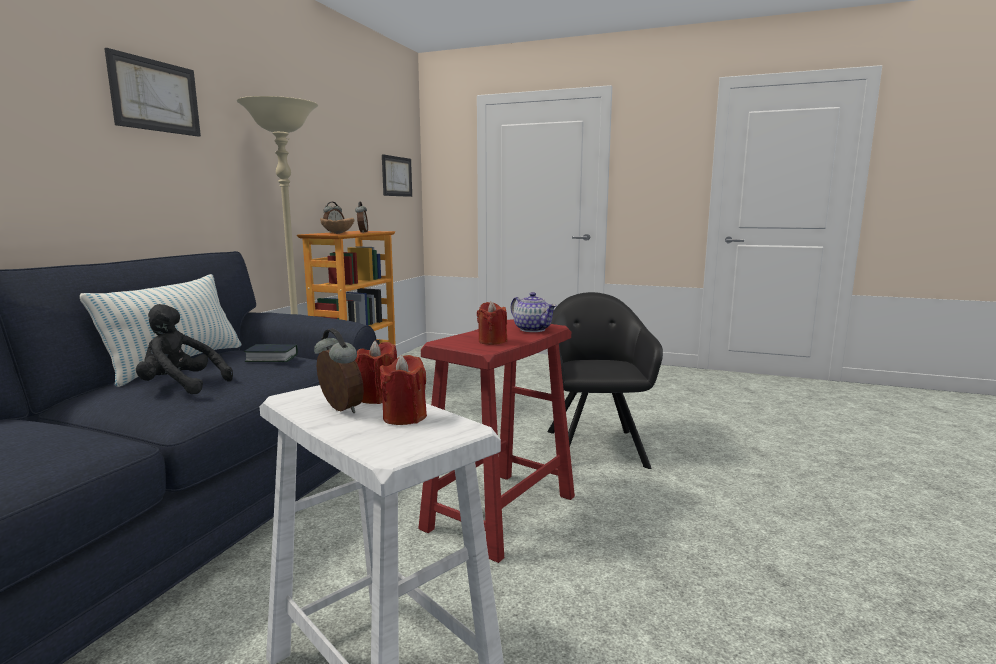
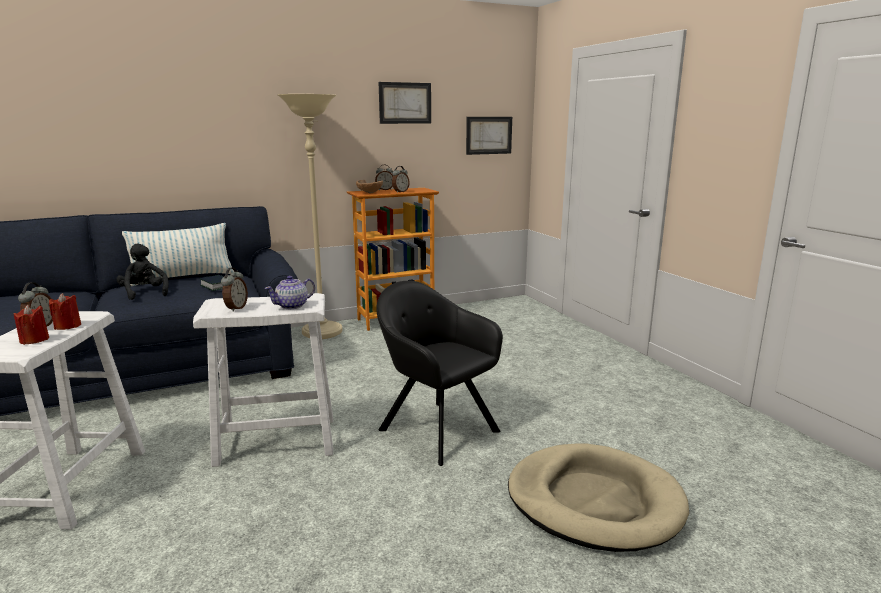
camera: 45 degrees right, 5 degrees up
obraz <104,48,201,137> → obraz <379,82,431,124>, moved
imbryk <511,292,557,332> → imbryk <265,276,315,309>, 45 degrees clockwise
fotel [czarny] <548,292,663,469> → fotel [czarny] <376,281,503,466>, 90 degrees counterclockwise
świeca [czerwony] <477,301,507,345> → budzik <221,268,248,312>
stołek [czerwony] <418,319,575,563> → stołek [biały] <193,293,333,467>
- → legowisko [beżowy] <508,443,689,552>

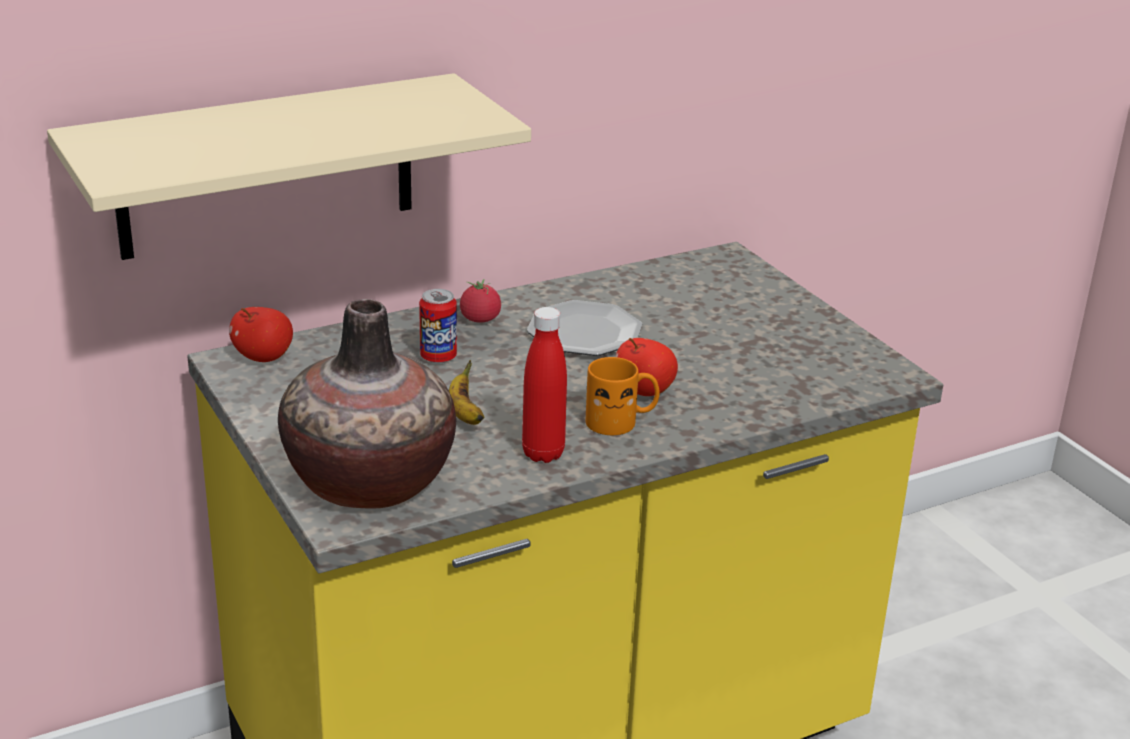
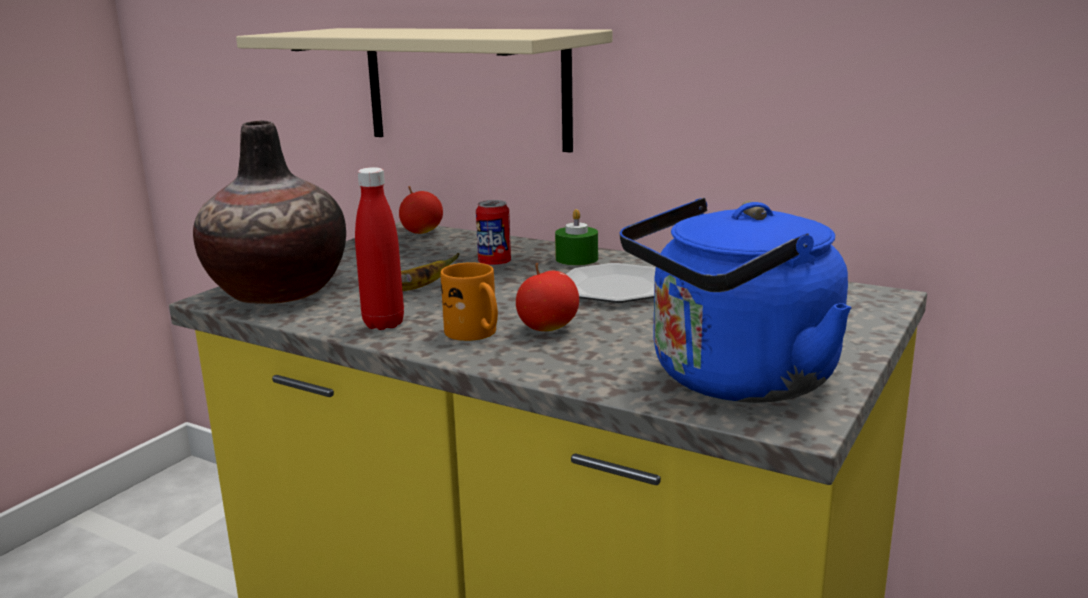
camera: 60 degrees right, 10 degrees down
pomidor <460,279,501,323> → świeca [zielony] <555,209,598,265>
- → czajnik [niebieski] <620,198,852,403>

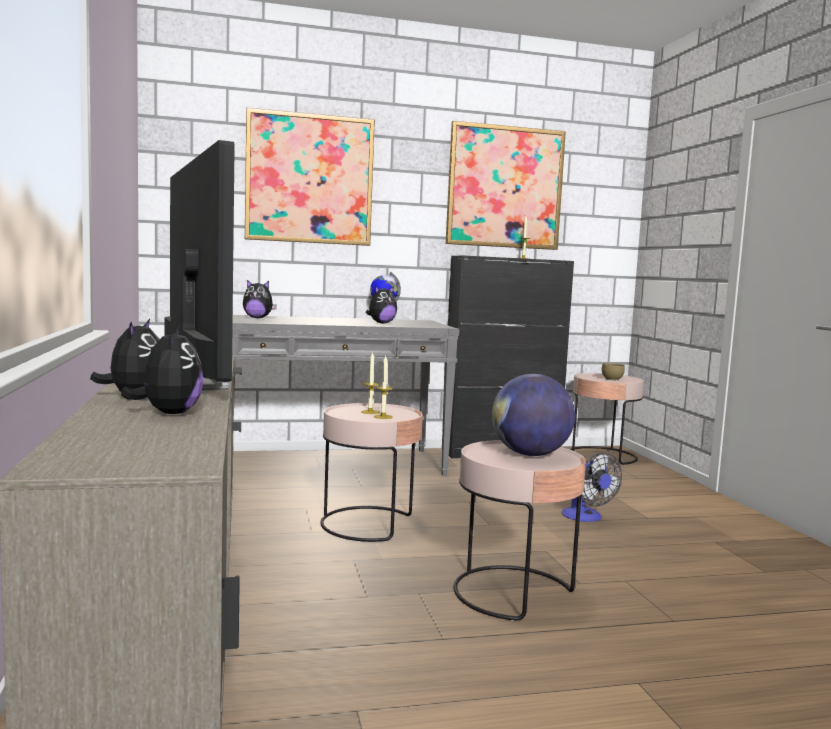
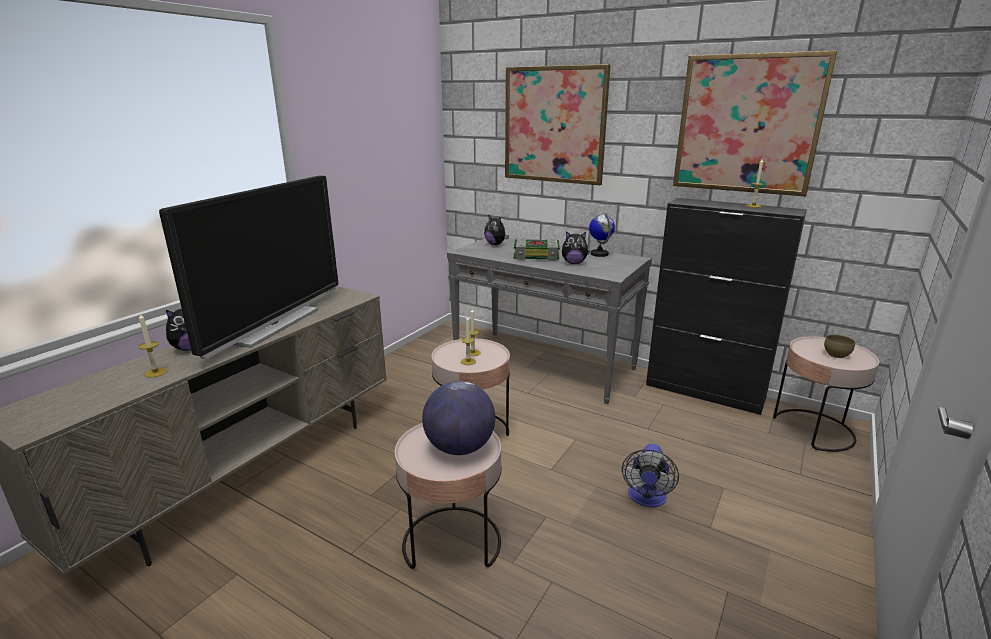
camera: 45 degrees right, 15 degrees up
pluszak <121,326,203,414> → świeca <139,314,167,377>
- → książka <514,239,560,260>

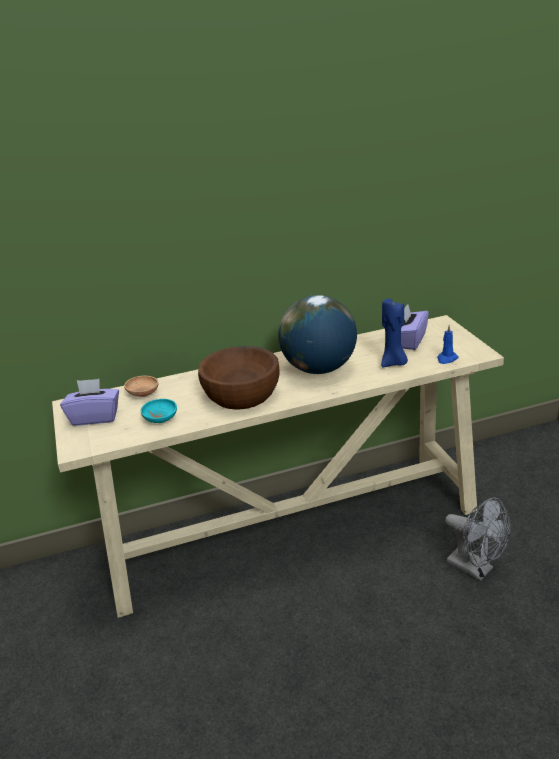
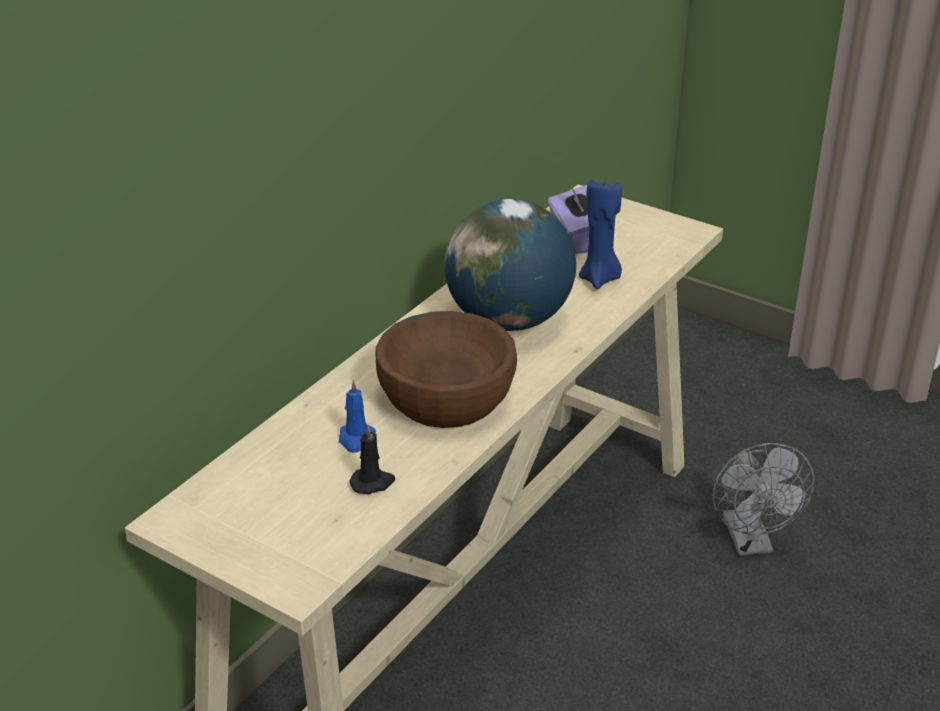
camera: 40 degrees left, 5 degrees up
świeca [niebieski] <437,325,459,364> → świeca [niebieski] <339,380,376,453>, moved
miska [brązowy] <124,376,159,397> → -
pudełko chusteczek [fioletowy] <60,379,119,426> → -
miska [turkusowy] <140,399,177,423> → świeca [czarny] <349,424,395,494>
wentylator [szary] <445,497,511,581> → wentylator [szary] <712,443,814,556>, 75 degrees clockwise

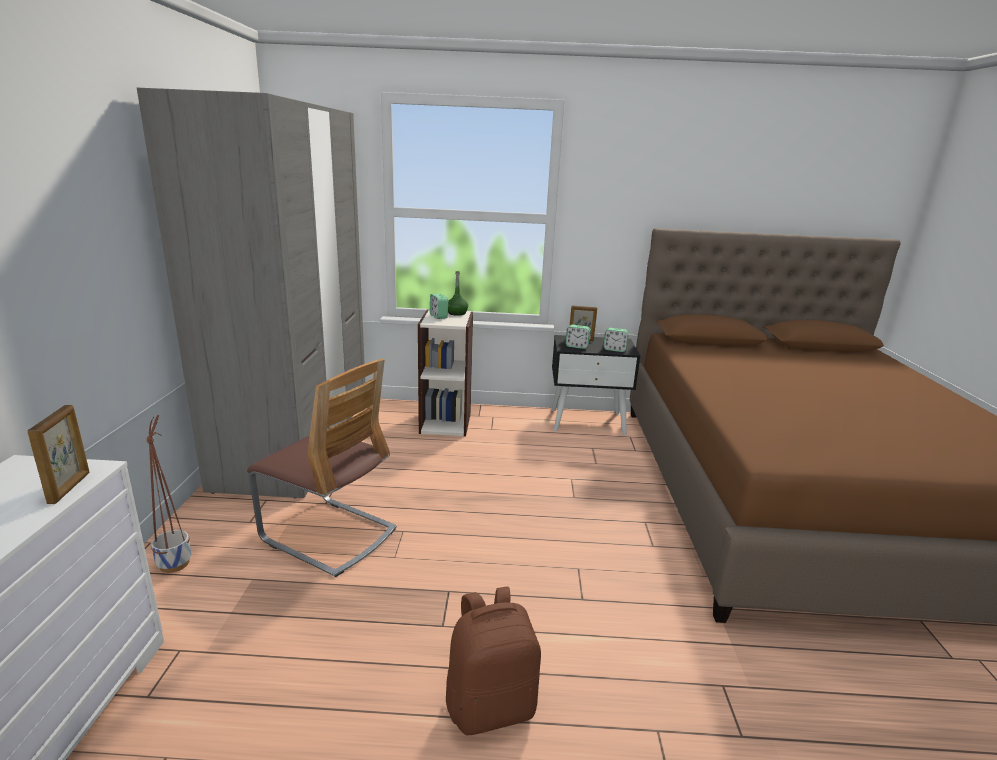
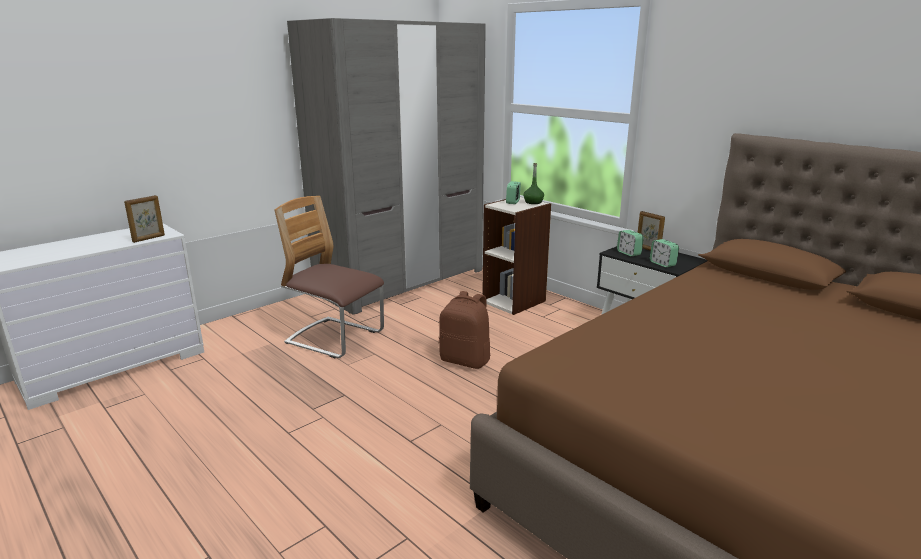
camera: 45 degrees right, 0 degrees up
krzesło <247,358,397,577> → krzesło <275,196,384,358>, 135 degrees clockwise
donica <146,415,192,573> → -
plecak [brązowy] <446,587,541,735> → plecak [brązowy] <439,291,491,369>, moved

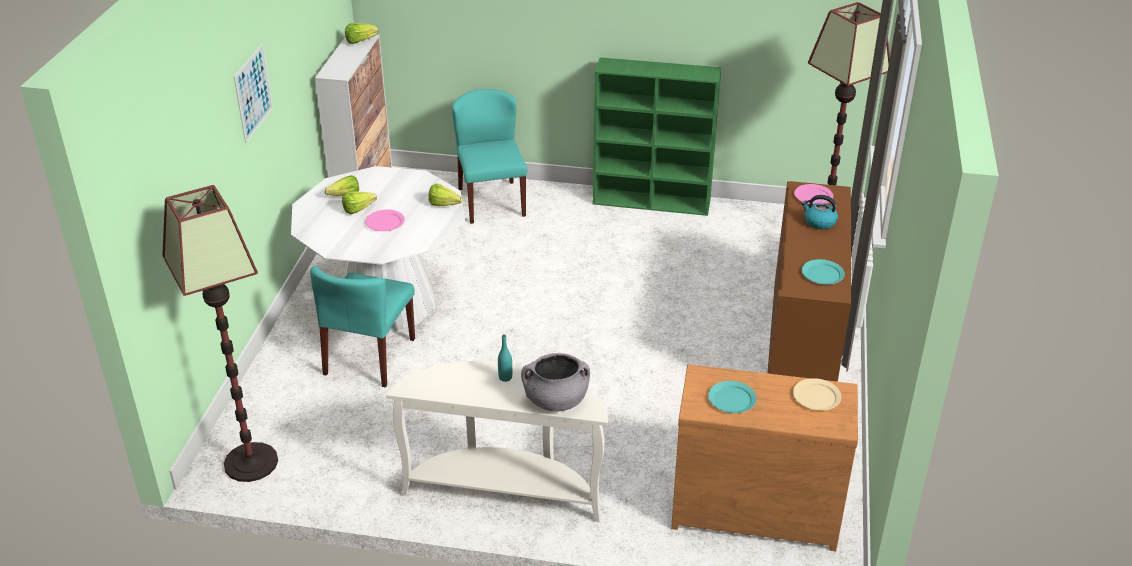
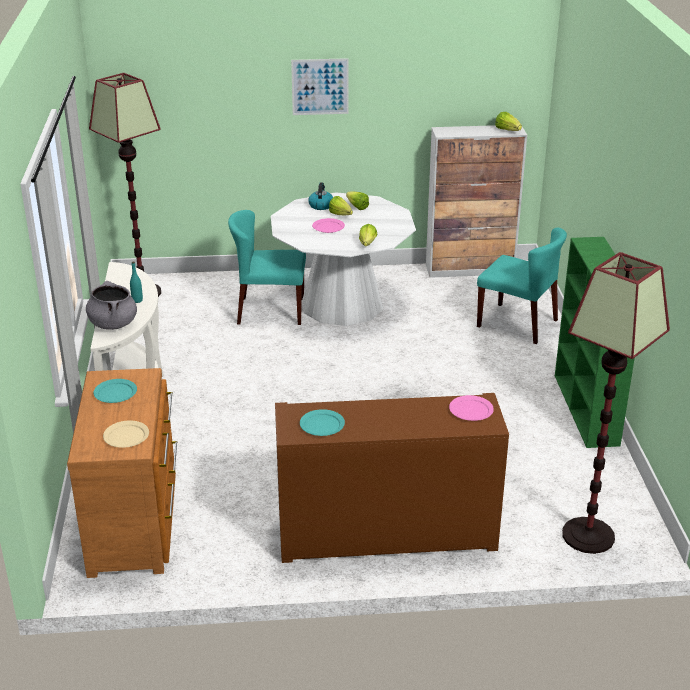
camera: 75 degrees right, 5 degrees down
krzesło [turkusowy] <452,89,527,224> → krzesło [turkusowy] <477,227,567,344>, 60 degrees clockwise
czajnik <801,195,838,229> → czajnik <308,182,333,210>, moved

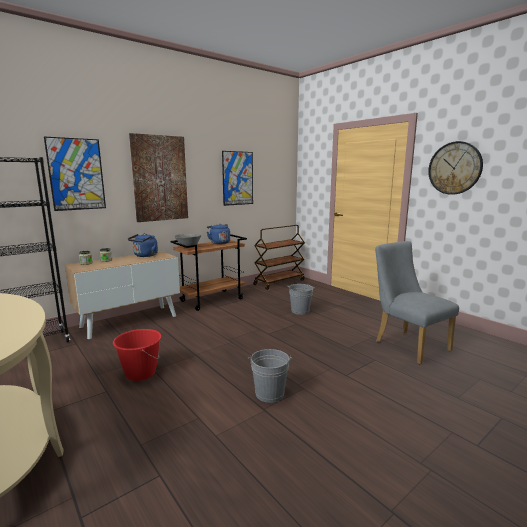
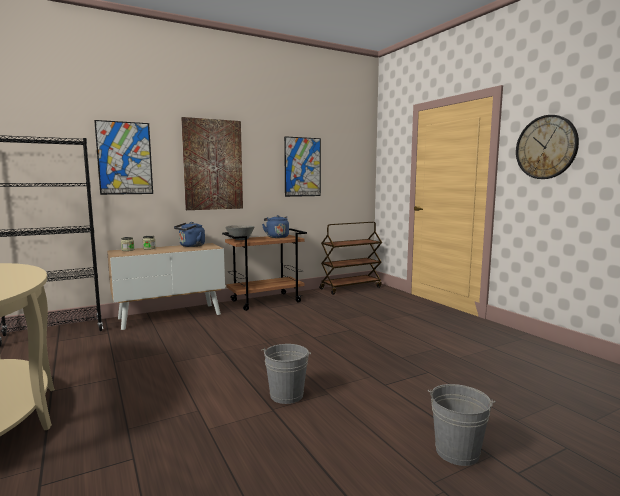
camera: 10 degrees right, 5 degrees down
krzesło [szary] <375,241,459,364> → -
wiadro [szary] <288,284,315,315> → wiadro [szary] <428,384,496,466>, moved
wiadro [czerwony] <113,329,162,381> → -

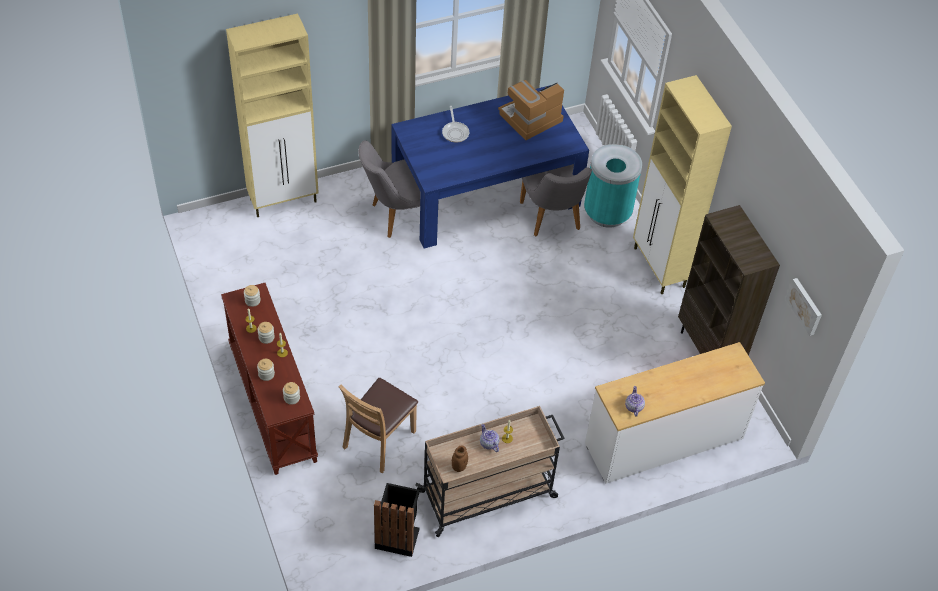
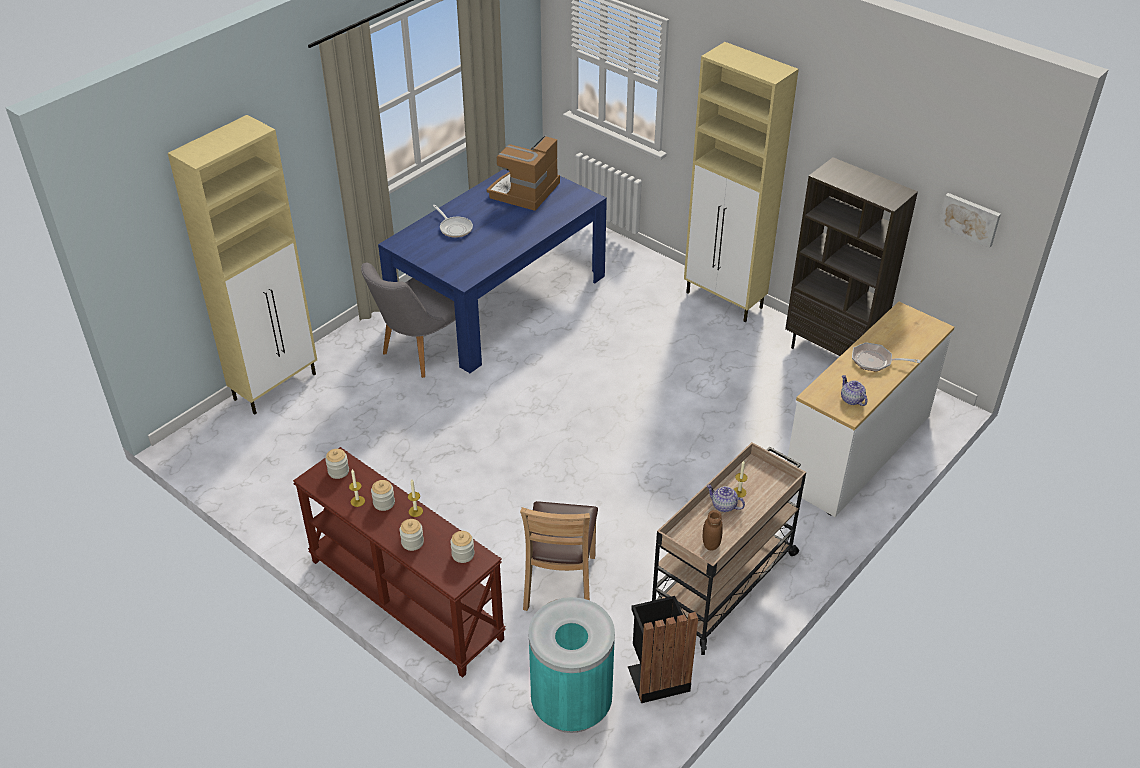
camera: 25 degrees left, 10 degrees down
kosz na śmieci [turkusowy] <584,144,642,228> → kosz na śmieci [turkusowy] <528,597,615,733>, moved
krzesło [szary] <520,164,592,236> → -
- → patelnia <852,342,921,372>

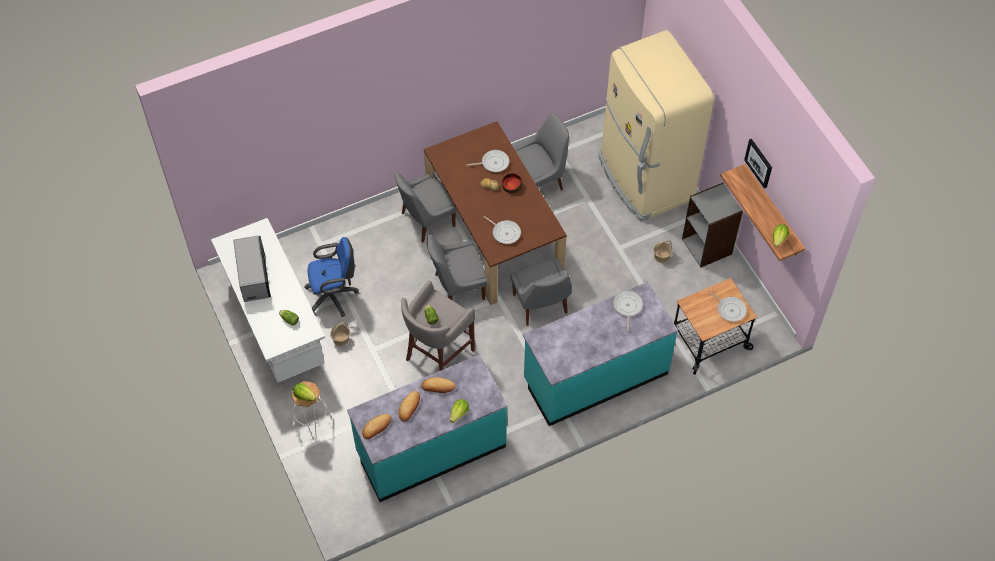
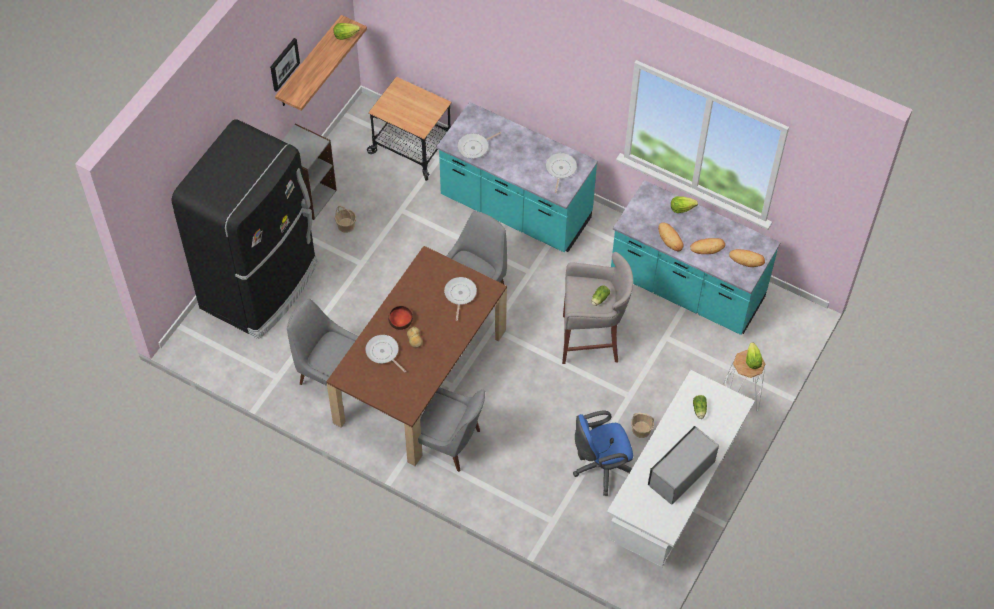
camera: 125 degrees left, 0 degrees up
lodówka [beżowy] <598,30,714,222> → lodówka [czarny] <172,119,317,339>
krzesło [szary] <427,234,487,300> → -
krzesło biurowe [niebieski] <305,237,359,317> → krzesło biurowe [niebieski] <573,411,633,496>, 60 degrees counterclockwise
patelnia <708,290,747,322> → patelnia <546,153,577,193>, moved

